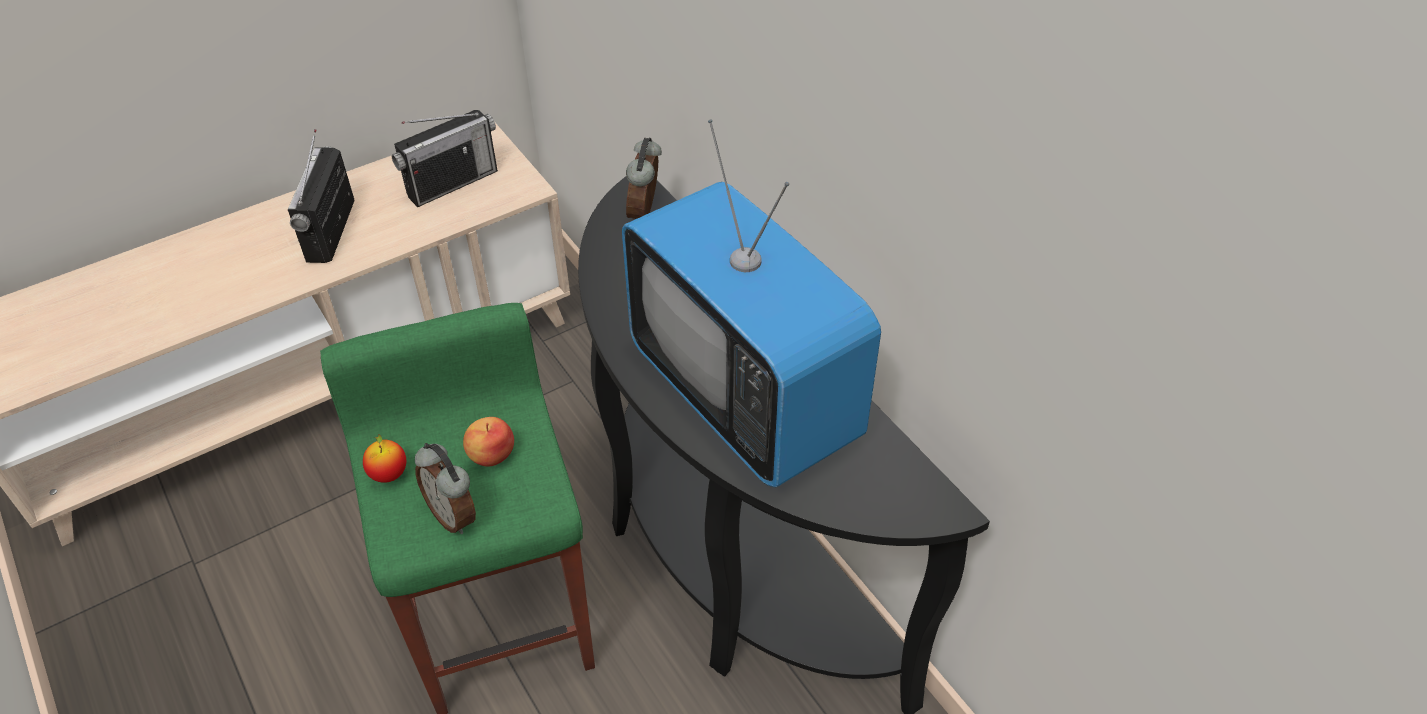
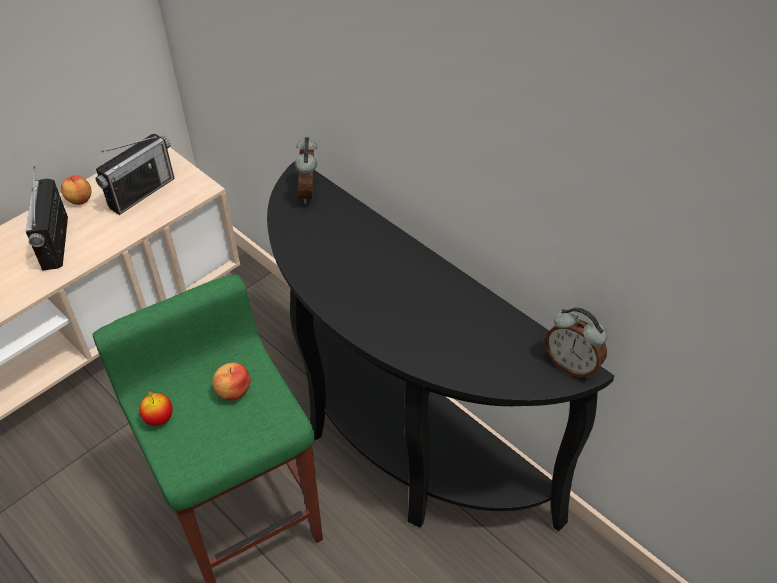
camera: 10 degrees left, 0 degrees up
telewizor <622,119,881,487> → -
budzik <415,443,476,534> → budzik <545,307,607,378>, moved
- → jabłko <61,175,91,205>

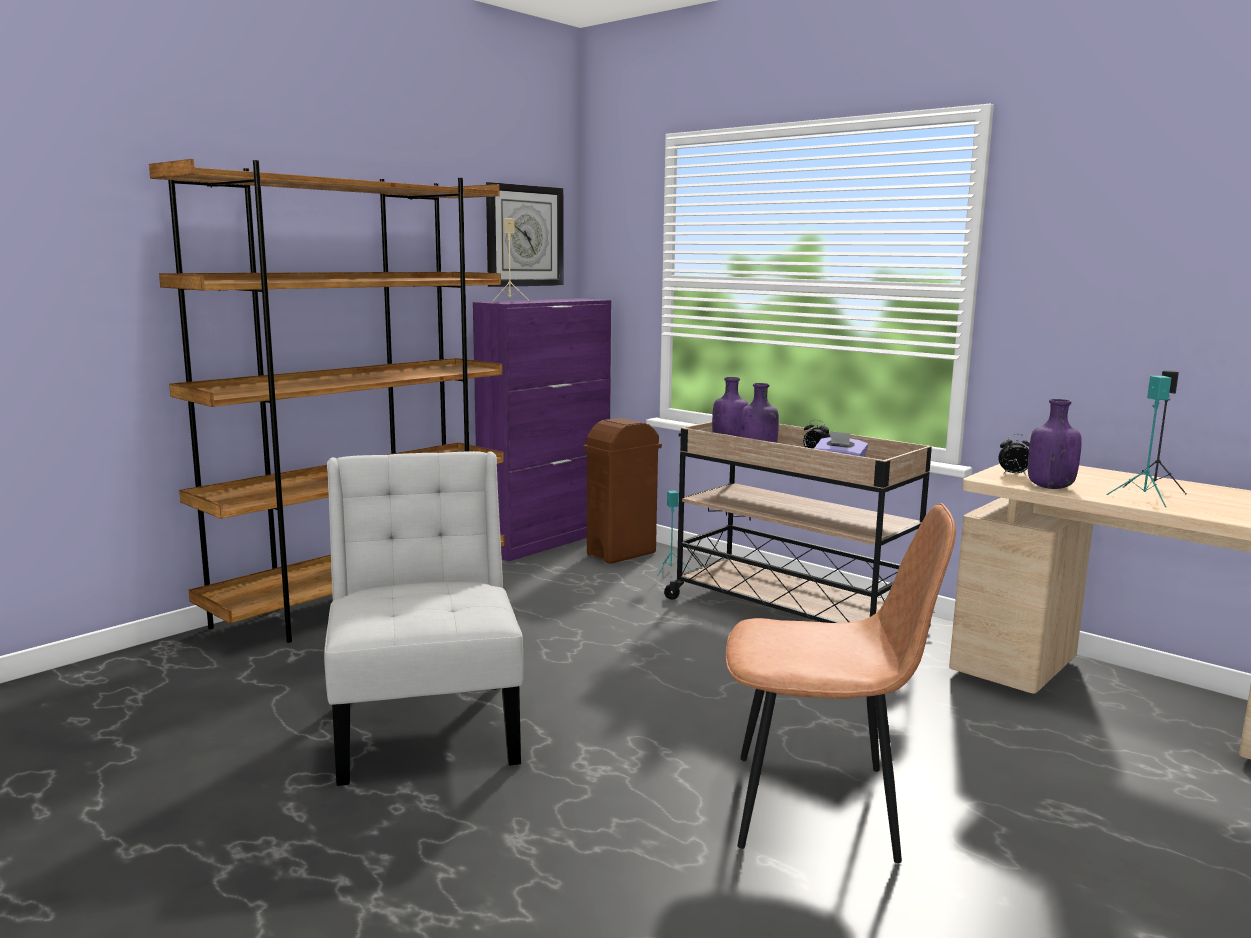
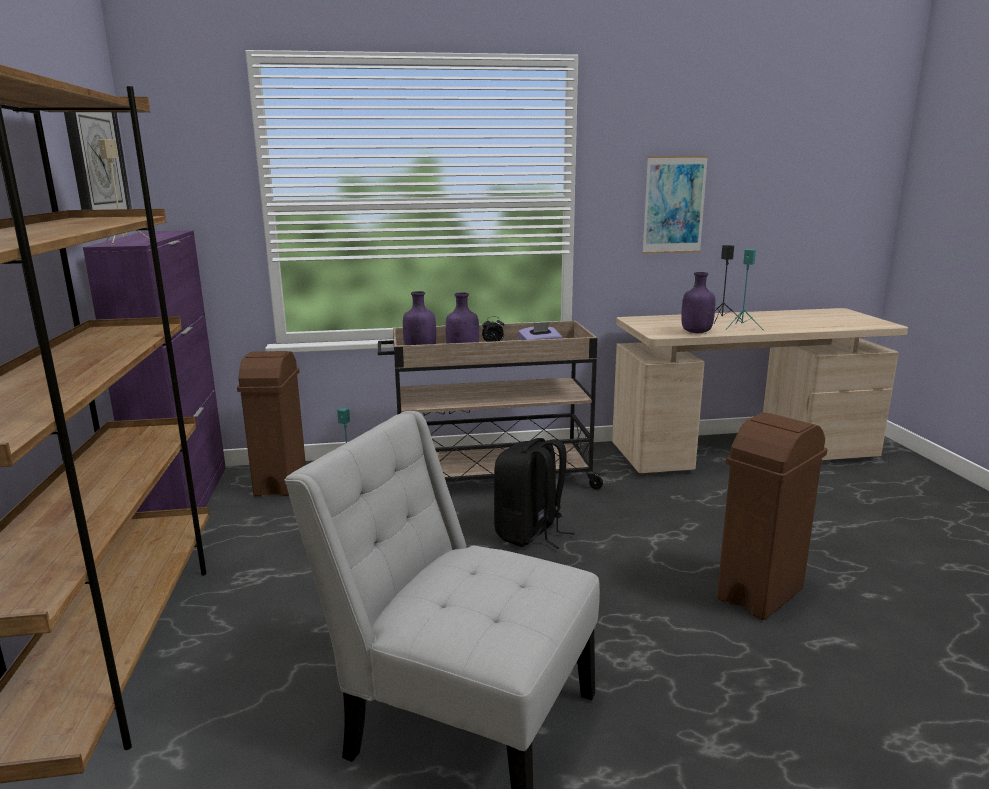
camera: 50 degrees left, 5 degrees up
budzik <998,434,1030,475> → -
krzesło [brązowy] <726,503,956,863> → kosz na śmieci [brązowy] <717,412,828,620>
- → obraz <642,156,708,254>
- → plecak [czarny] <494,438,575,549>

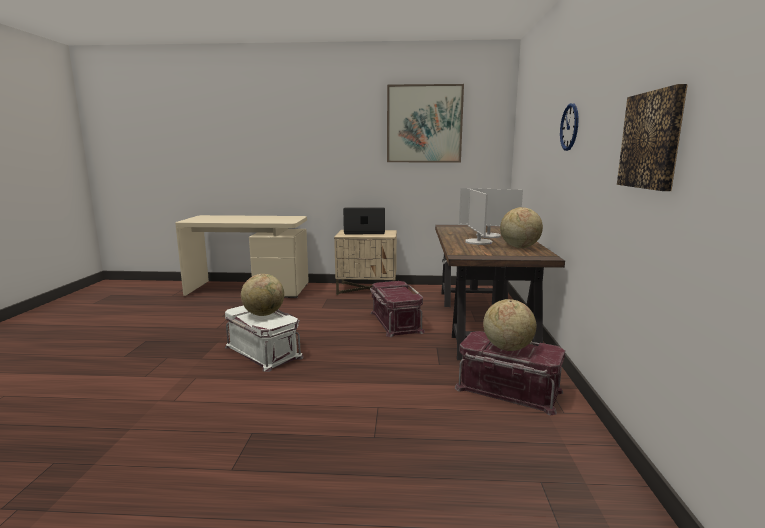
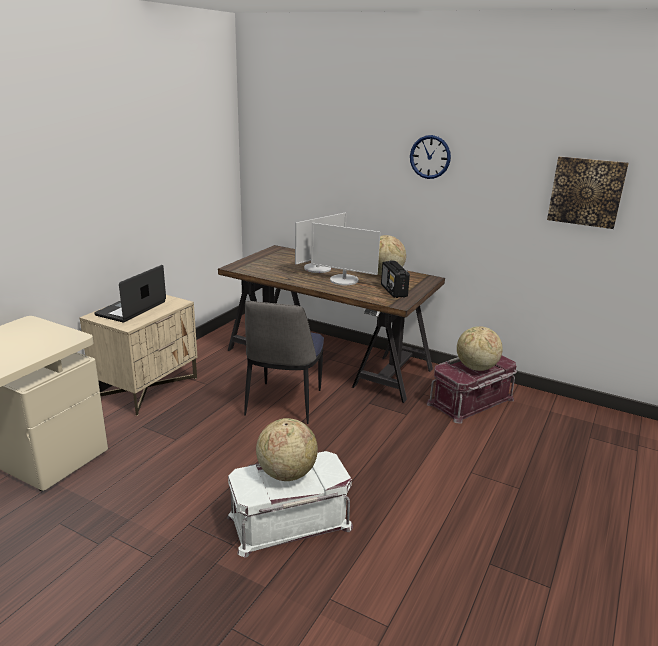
camera: 65 degrees left, 10 degrees up
obraz <387,84,464,162> → -
pojemnik do przechowywania [czerwony] <370,281,425,337> → krzesło <244,301,324,424>
- → radio <381,260,410,298>

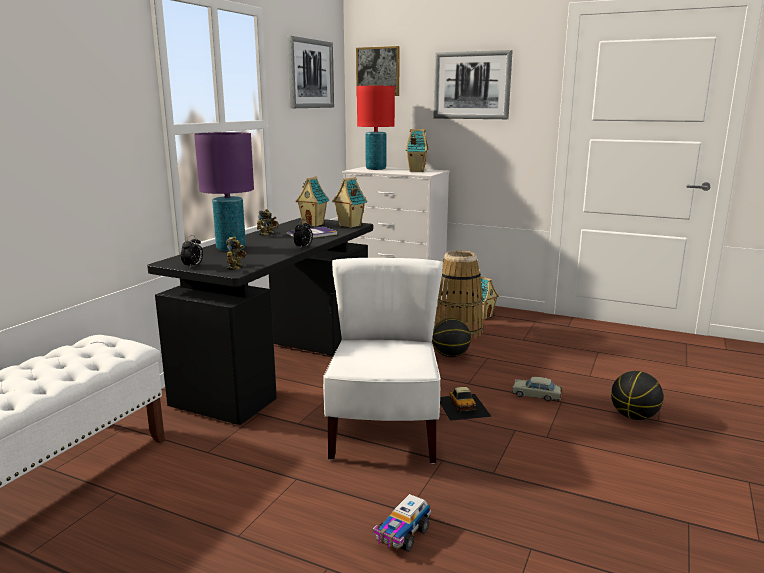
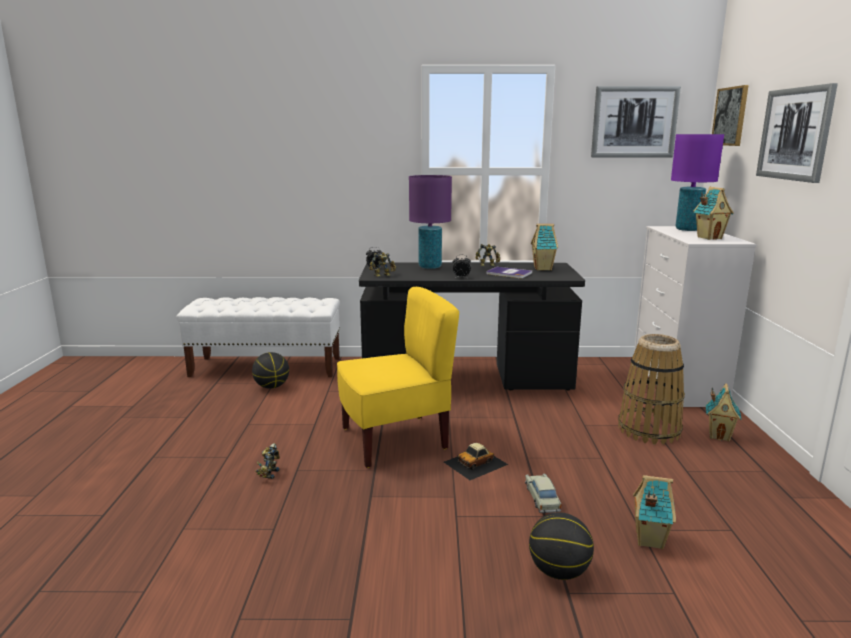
camera: 65 degrees right, 0 degrees up
lampa stołowa [czerwony] <357,86,395,170> → lampa stołowa [fioletowy] <671,134,724,231>
domek <332,177,367,228> → domek <633,475,676,549>, moved
krzesło [biały] <323,258,443,464> → krzesło [żółty] <337,287,459,468>
piłka do koszykówki <432,318,471,357> → piłka do koszykówki <252,352,289,389>, moved
ciężarówka zabawkowa <373,494,431,552> → robot zabawkowy <255,443,280,479>

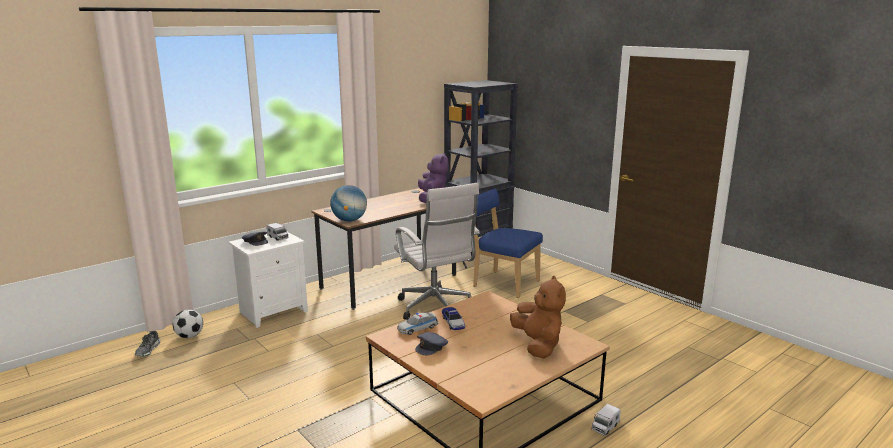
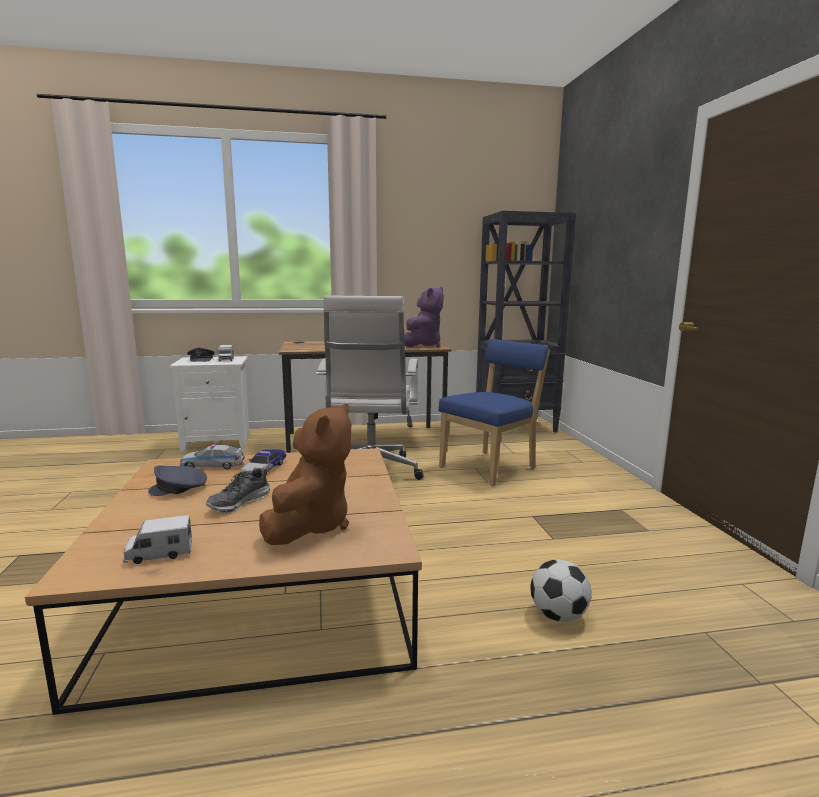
camera: 30 degrees right, 5 degrees down
globus <330,185,367,222> → -
krzesło [niebieski] <473,189,543,298> → krzesło [niebieski] <438,339,550,487>, 75 degrees clockwise
piłka futbolowa <173,310,203,338> → piłka futbolowa <530,559,592,622>, moved
but <135,330,160,357> → but <206,468,270,513>, moved
ciężarówka zabawkowa <592,404,621,436> → ciężarówka zabawkowa <124,515,192,564>, moved

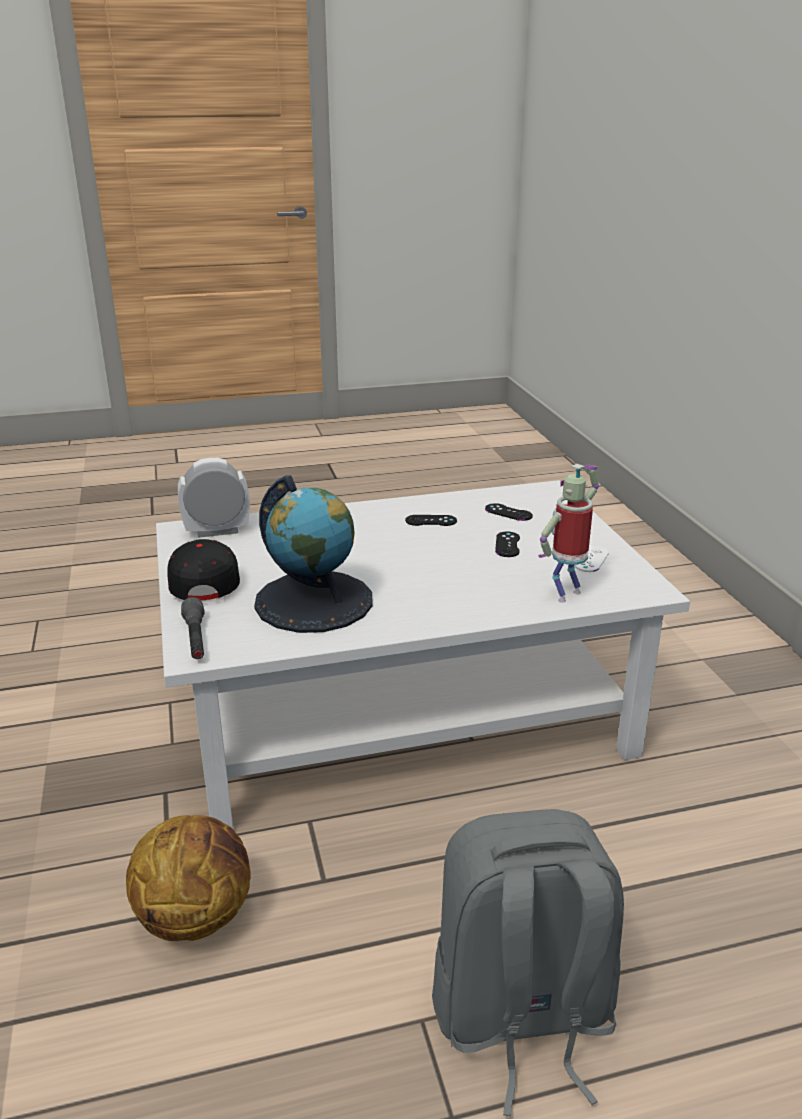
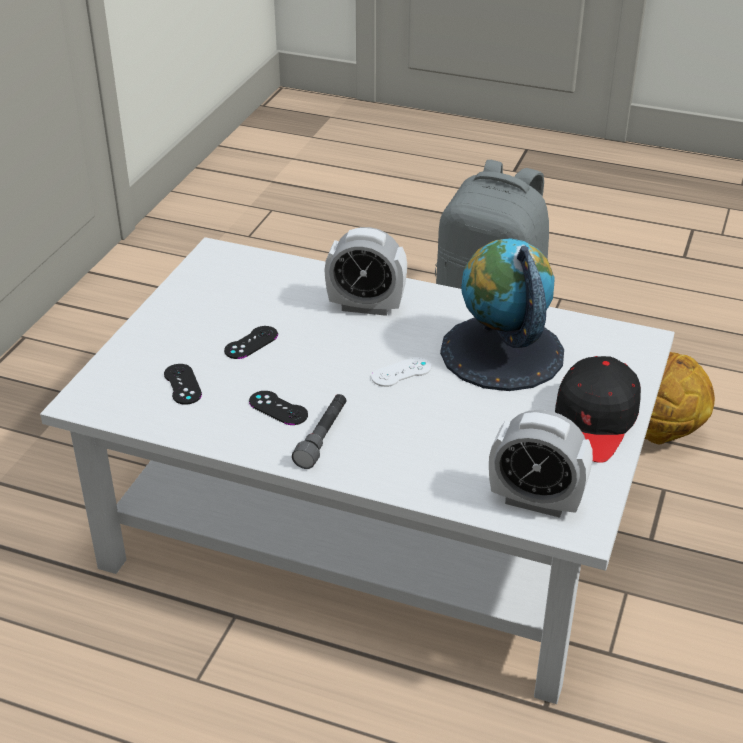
camera: 145 degrees left, 10 degrees up
robot zabawkowy <538,464,599,603> → -
pad do gier [biały] <575,546,609,572> → pad do gier [biały] <371,357,432,387>, moved
latarka [szary] <181,597,205,659> → latarka [szary] <292,394,346,469>, moved
- → budzik <325,227,407,316>

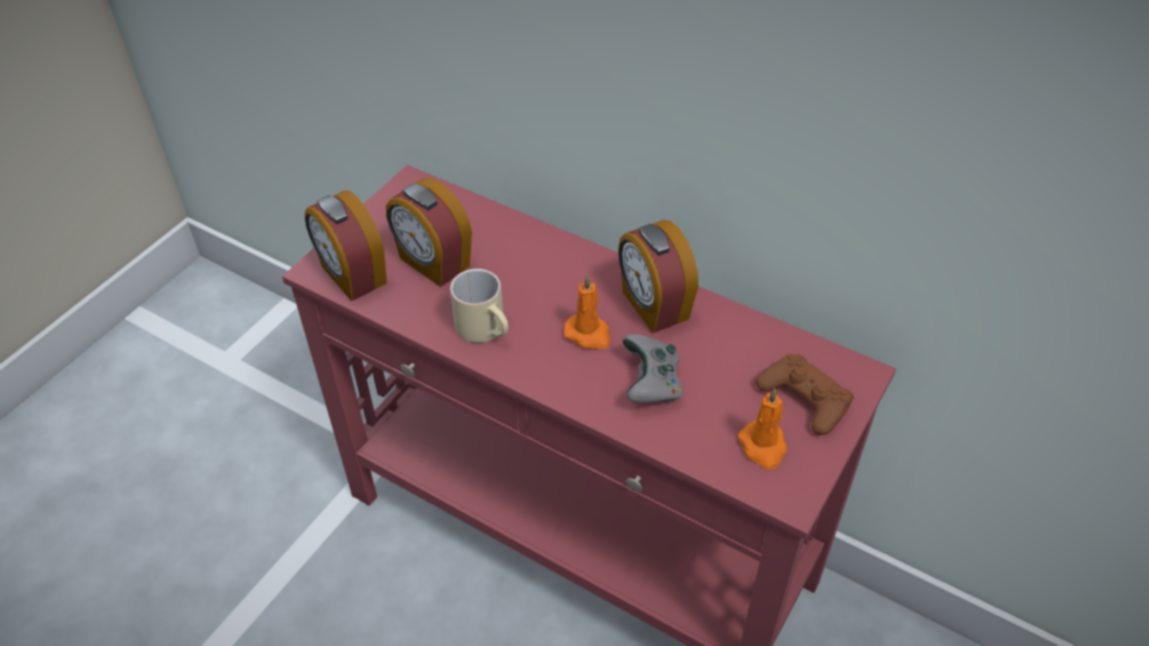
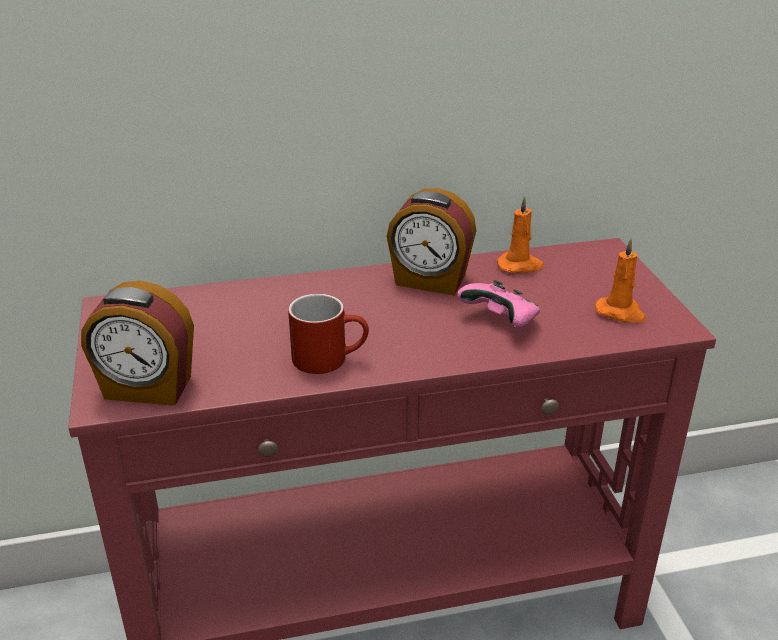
camera: 45 degrees left, 15 degrees down
budzik <386,178,472,287> → -
kubek [beżowy] <450,269,508,343> → kubek [czerwony] <288,294,369,374>
świeca [pomarańczowy] <564,274,610,349> → świeca [pomarańczowy] <497,196,544,273>, moved
pad do gier [szary] <623,334,683,403> → pad do gier [różowy] <457,280,540,328>
pad do gier [brązowy] <756,354,854,435> → -

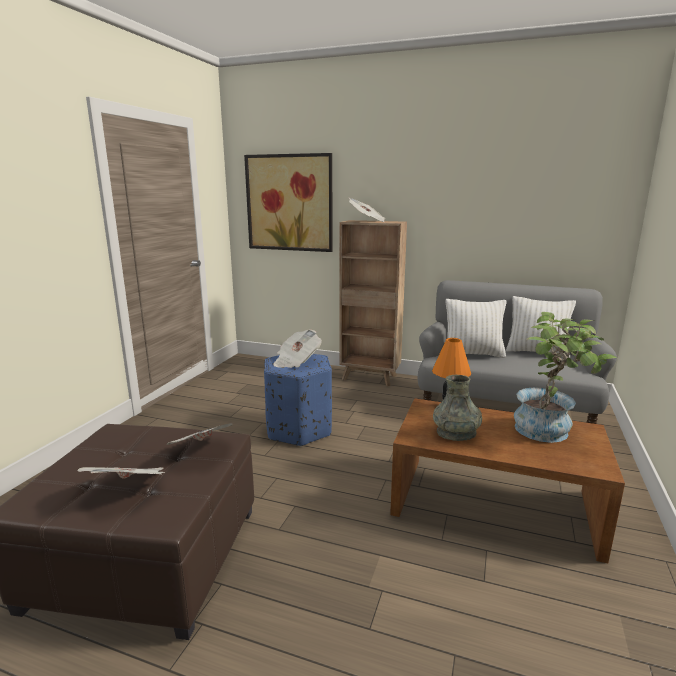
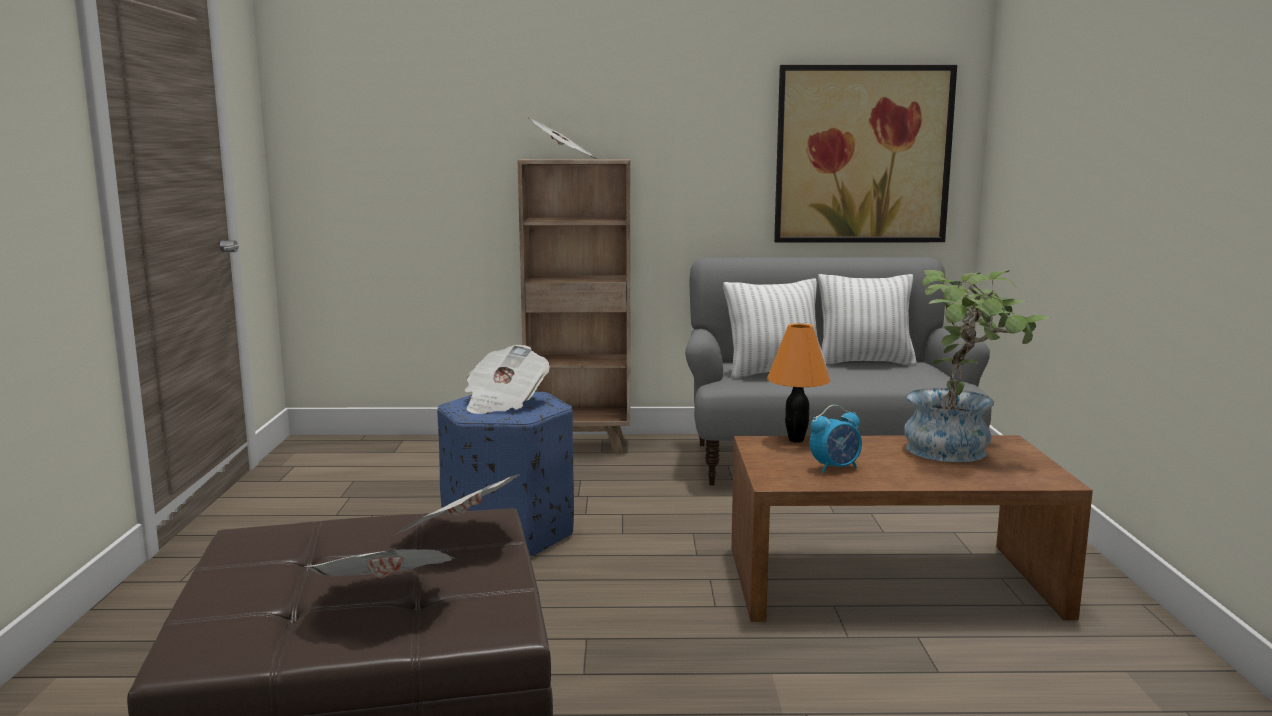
camera: 20 degrees left, 5 degrees down
obraz <244,153,333,252> → obraz <774,65,957,243>, moved
wazon [szary] <433,375,482,441> → budzik <810,405,862,473>

